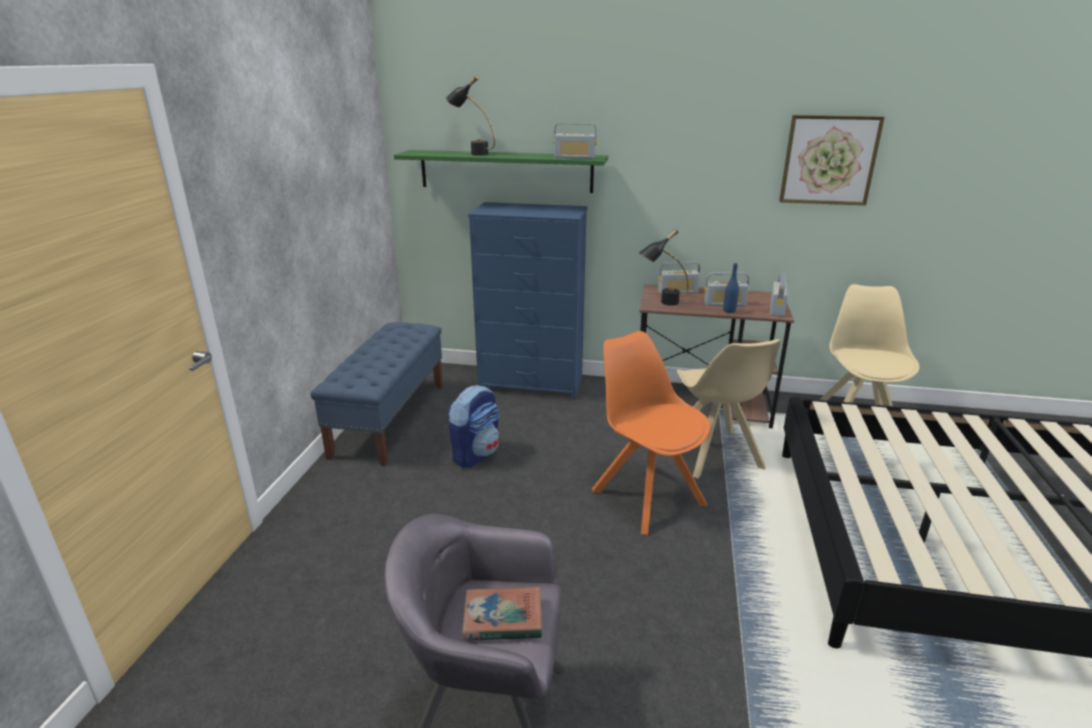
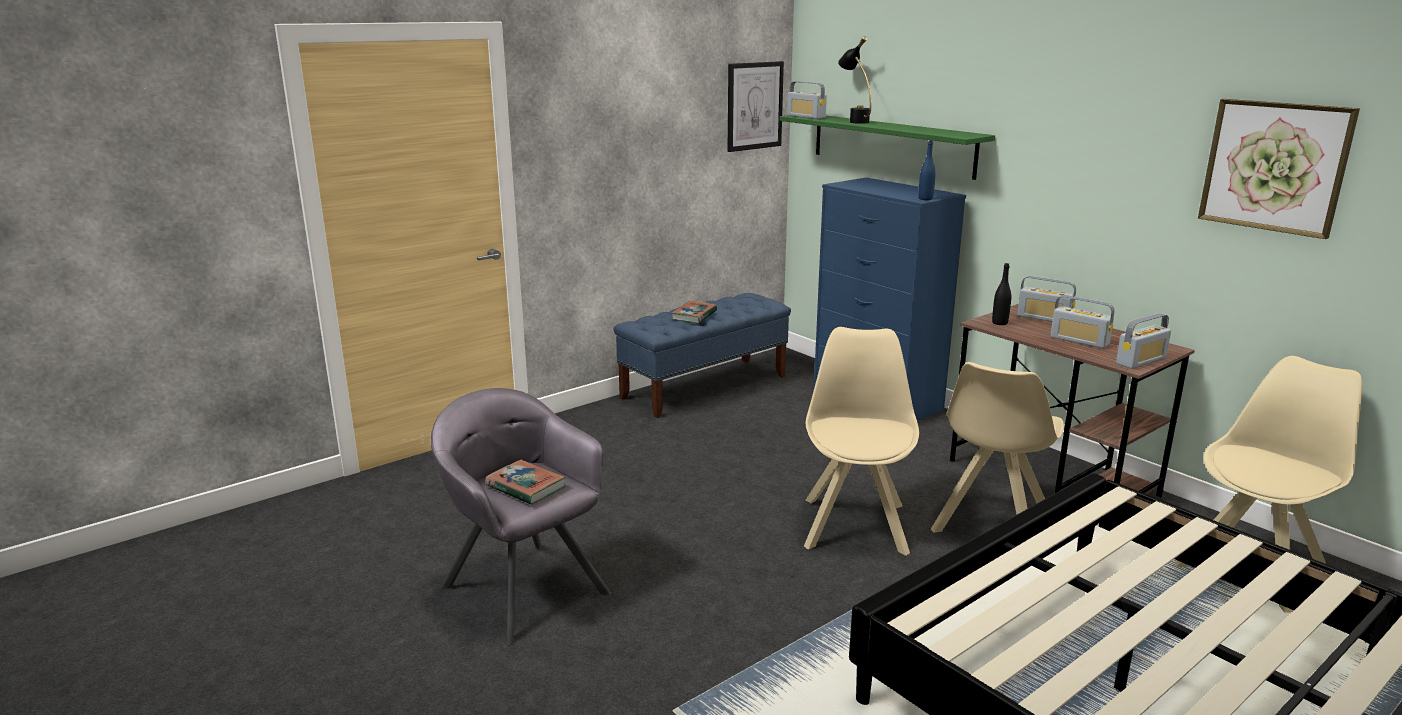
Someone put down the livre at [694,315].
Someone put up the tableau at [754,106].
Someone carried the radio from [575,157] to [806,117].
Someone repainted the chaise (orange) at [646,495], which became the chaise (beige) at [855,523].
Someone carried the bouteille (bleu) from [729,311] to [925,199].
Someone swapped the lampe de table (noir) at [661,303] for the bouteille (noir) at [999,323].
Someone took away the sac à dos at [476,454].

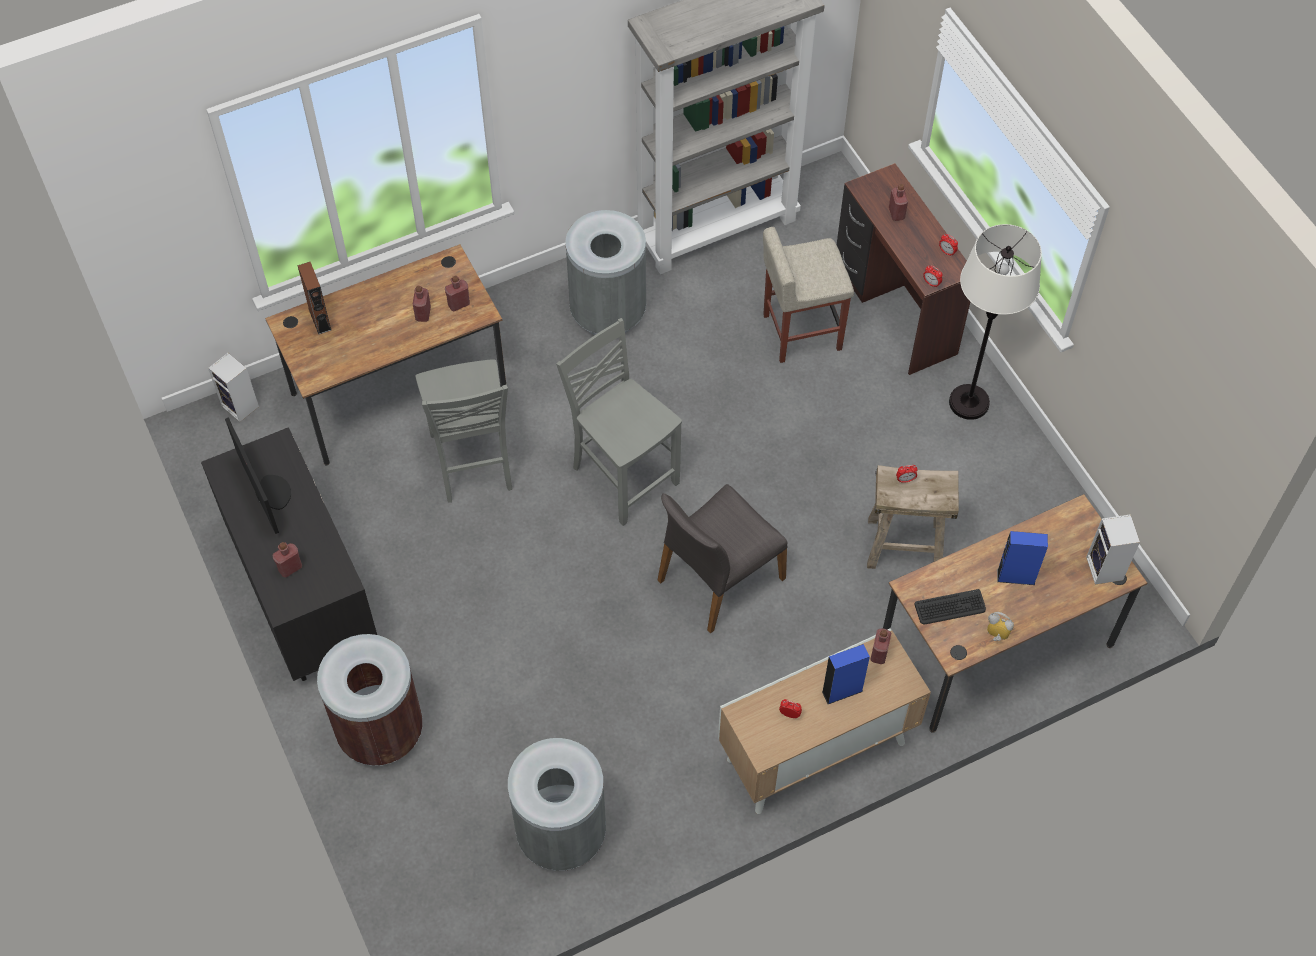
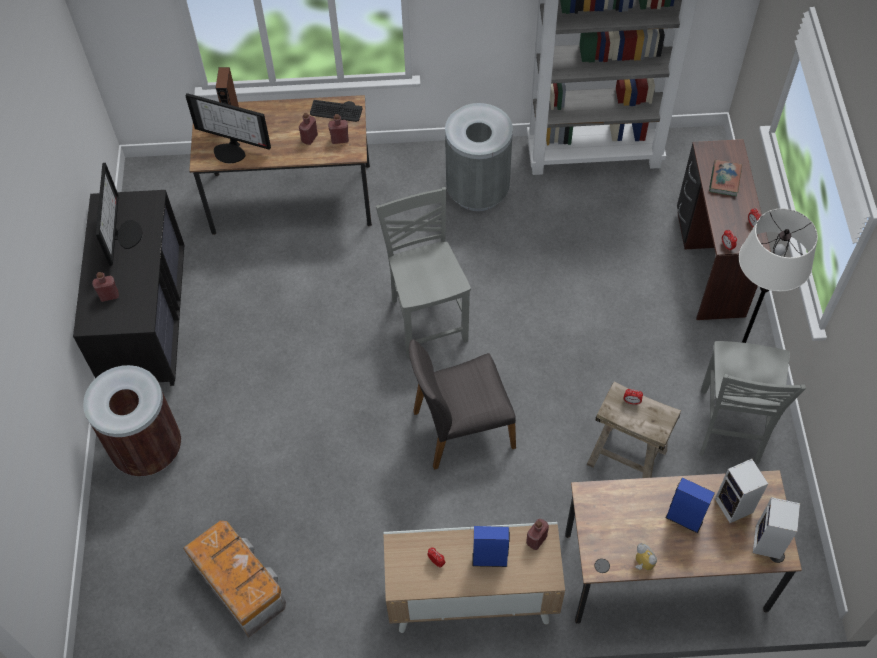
Someone swapped the poubelle (gris) at [561,833] for the boîte de rangement at [239,584].
Someone put down the écran d'ordinateur at [231,150].
Someone carried the clavier from [950,607] to [336,111].
Someone carried the chaise (gris) from [472,463] to [730,428].
Someone swapped the bouteille (rouge) at [896,213] for the livre at [724,180].
Someone carried the enceinte from [241,406] to [735,506].
Someone took away the tabouret (beige) at [800,332].

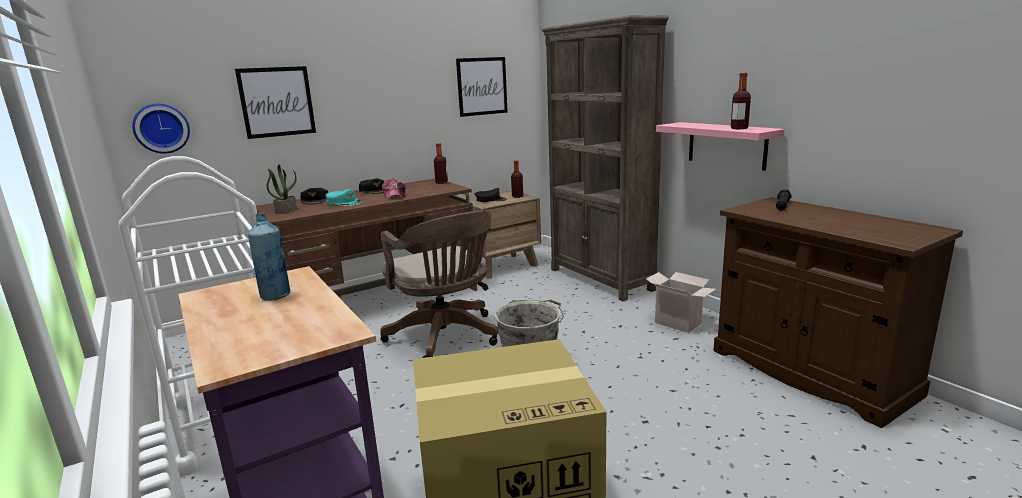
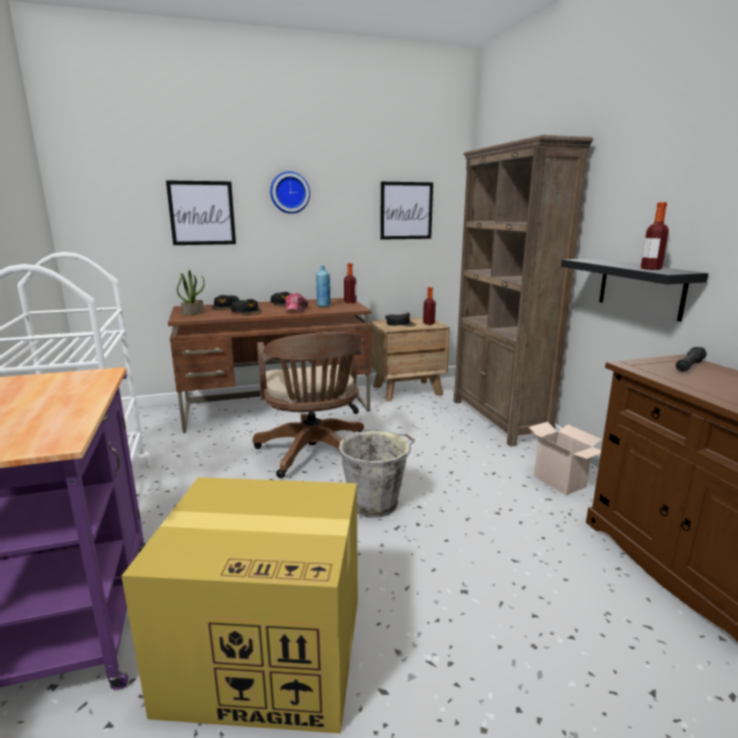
Someone repainted the casquette (turquoise) at [344,203], which became the casquette (noir) at [246,311].
Someone carried the horloge murale from [161,128] to [289,192].
Someone carried the bouteille (bleu) from [275,296] to [323,306].
Someone repainted the étagère (rose) at [726,145], which became the étagère (noir) at [640,288].

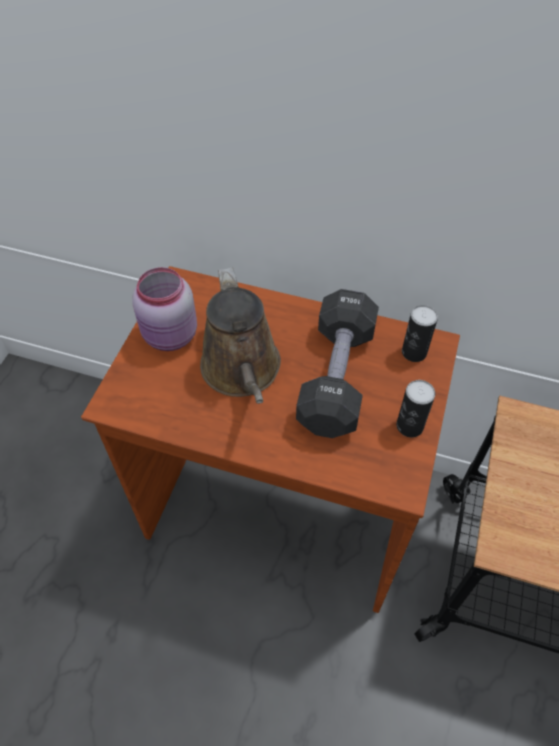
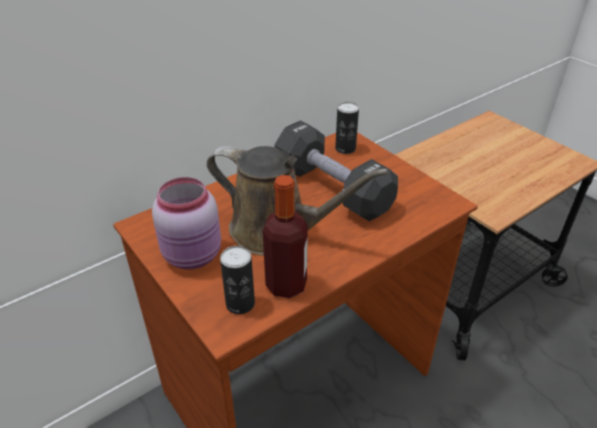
Someone carried the boîte métallique from [409,426] to [240,303].
Someone put down the bouteille at [286,285].

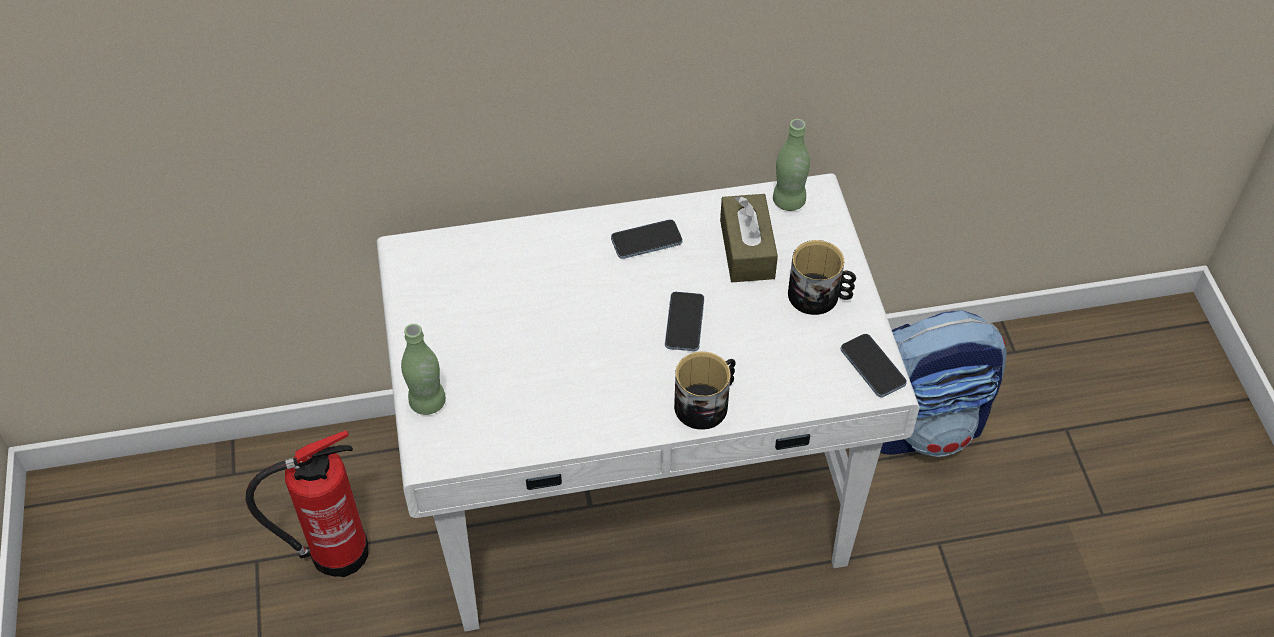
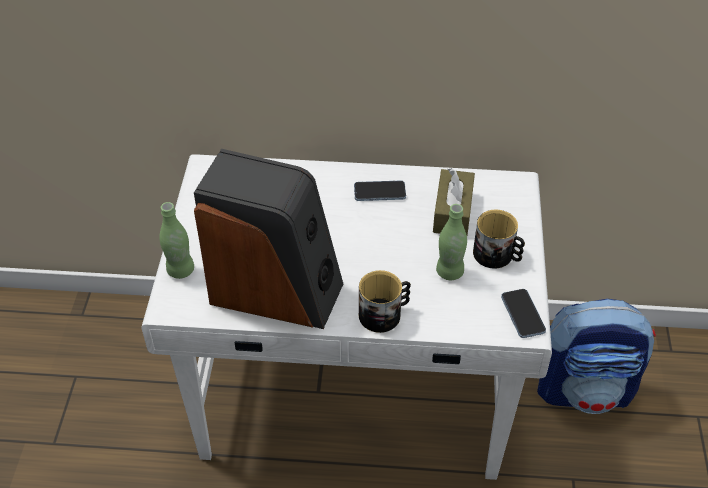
Someone put down the enceinte at [276,290].
Someone carried the bouteille (vert) from [788,201] to [449,272].
Someone took away the extincteur at [333,553].
Someone took away the téléphone at [684,323].

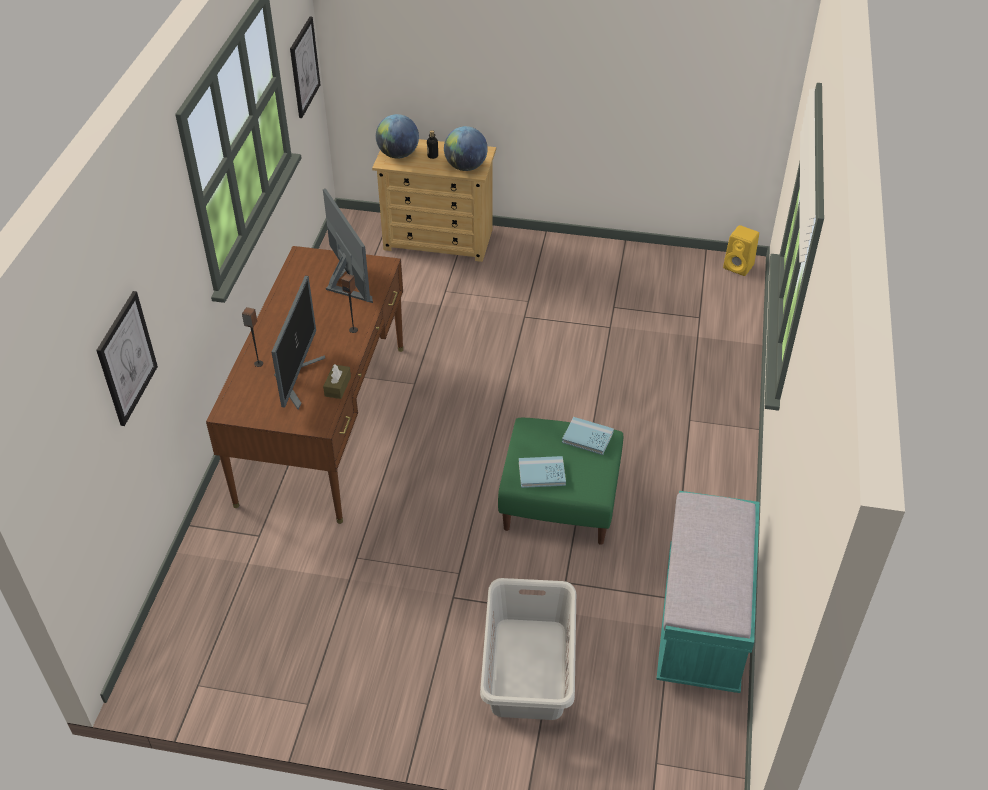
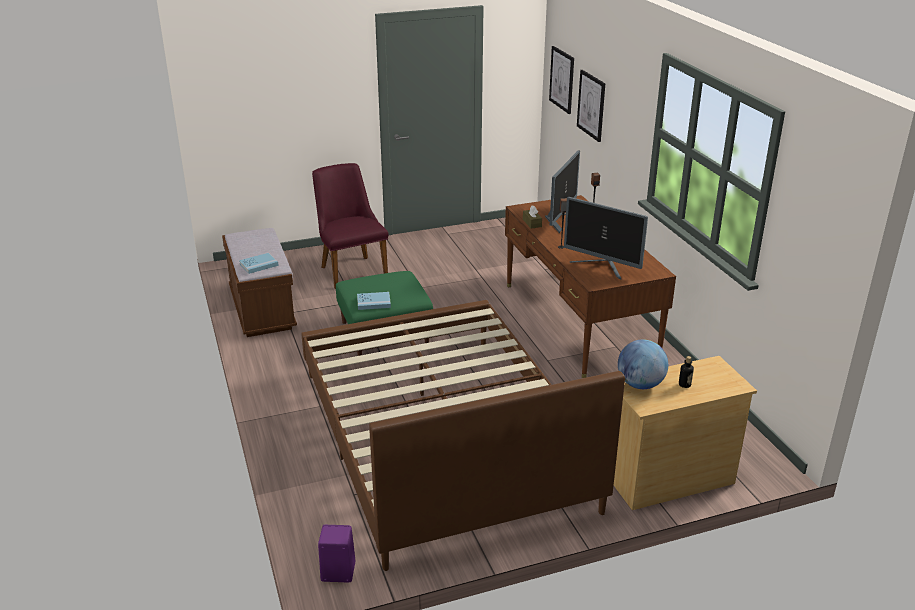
Someone repainted the banc (turquoise) at [702,621], which became the banc (marron) at [262,310].
Someone carried the livre (bleu) from [542,473] to [259,265].
Someone put down the lit (marron) at [441,438].
Someone swapped the panier à linge (gris) at [527,669] for the chaise (violet) at [350,269].
Someone repainted the enceinte (jaune) at [739,267], which became the enceinte (violet) at [336,572].
Someone rotated the écran d'ordinateur at [297,378] by 135 degrees counterclockwise.
Someone carried the tableau from [304,67] to [562,79].
Someone took away the globe at [398,154].

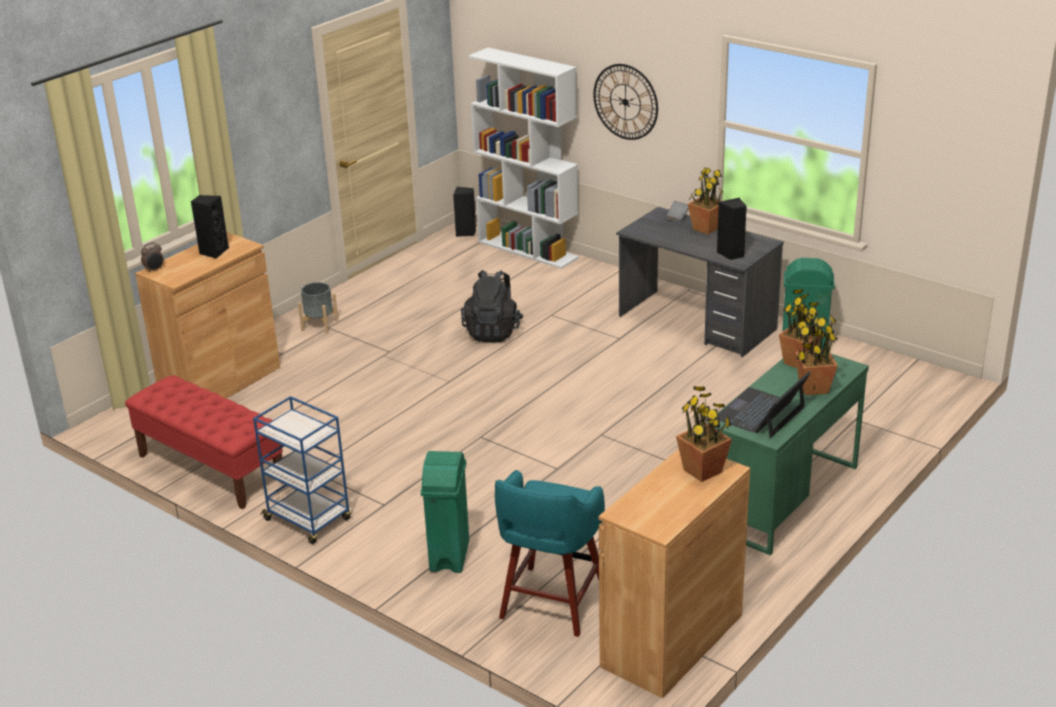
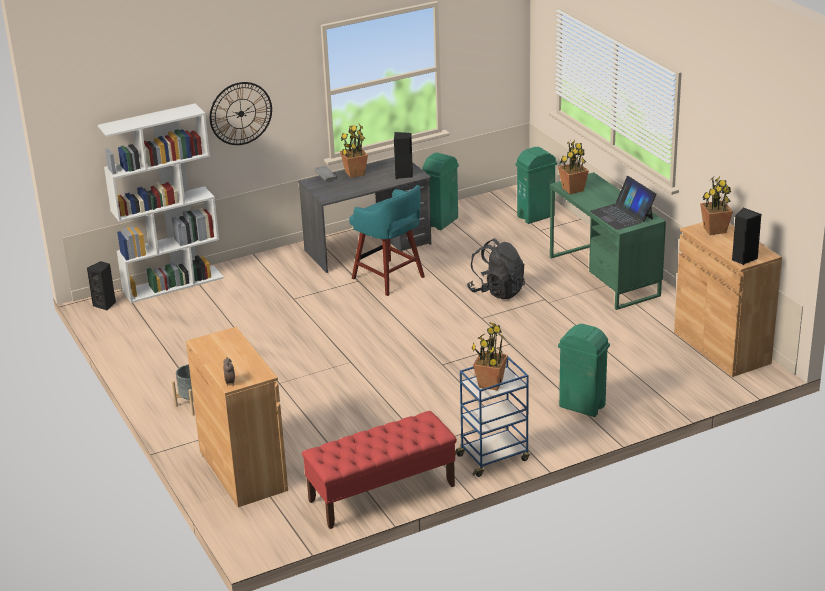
Someone carried the tabouret (turquoise) from [551,603] to [389,278].
Someone carried the sac à dos (noir) from [493,332] to [497,291].
Someone carried the plante en pot from [813,388] to [490,384].
Someone put down the poubelle (vert) at [536,216].
Someone carried the enceinte (noir) from [213,252] to [743,259].

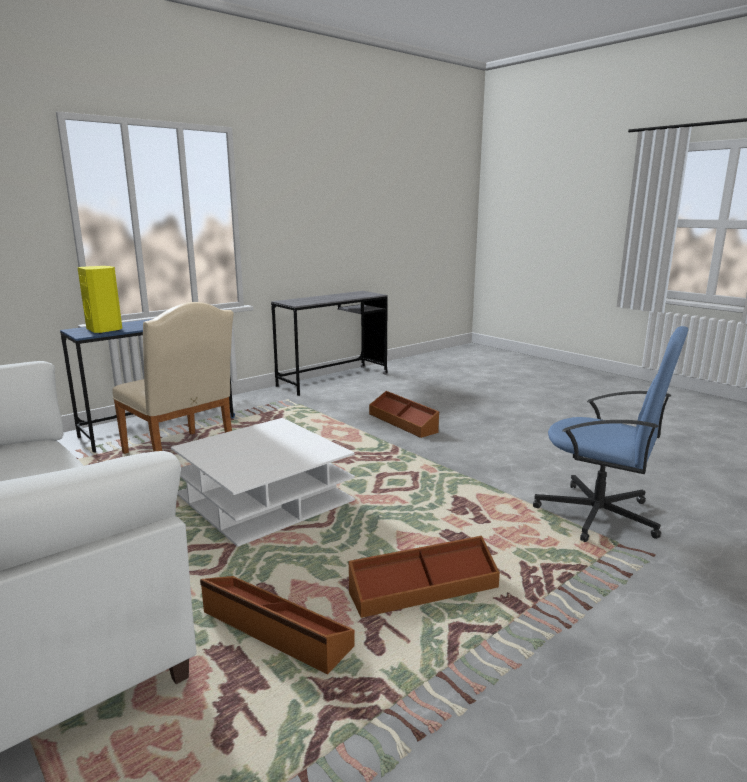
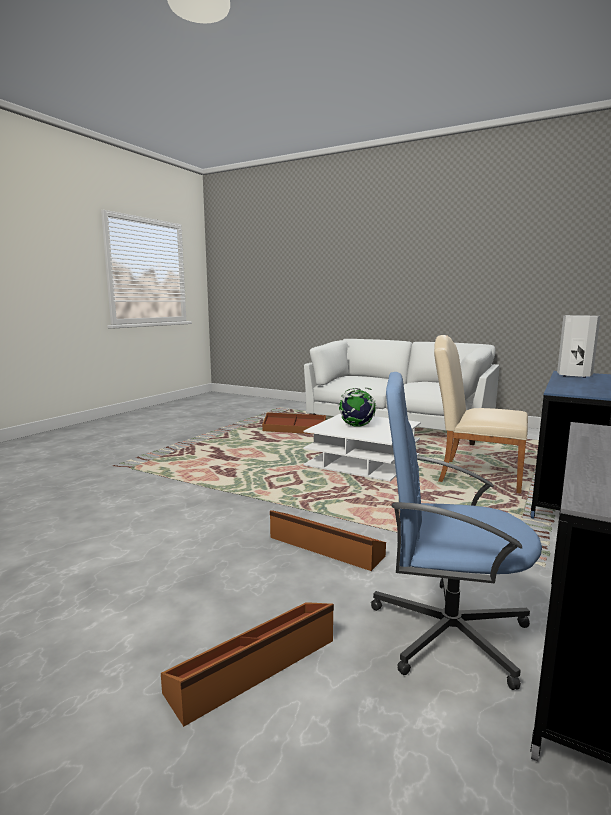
Someone carried the boîte de rangement (marron) from [423,590] to [254,666].
Someone put down the globe at [356,426].
Someone carried the chaise de bureau (bleu) from [599,515] to [446,631].
Someone repainted the enceinte (jaune) at [105,330], which became the enceinte (blanc) at [574,375].

